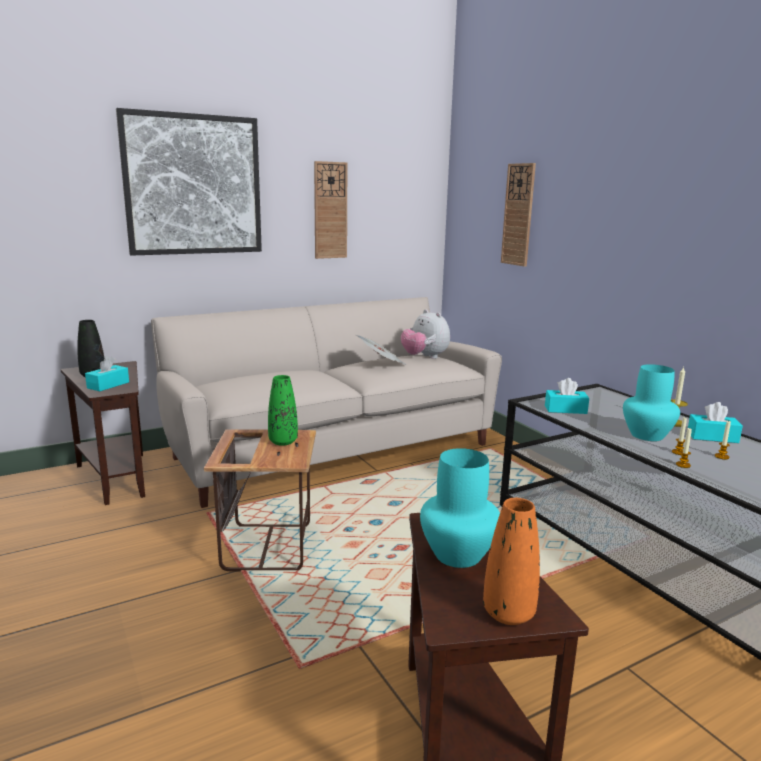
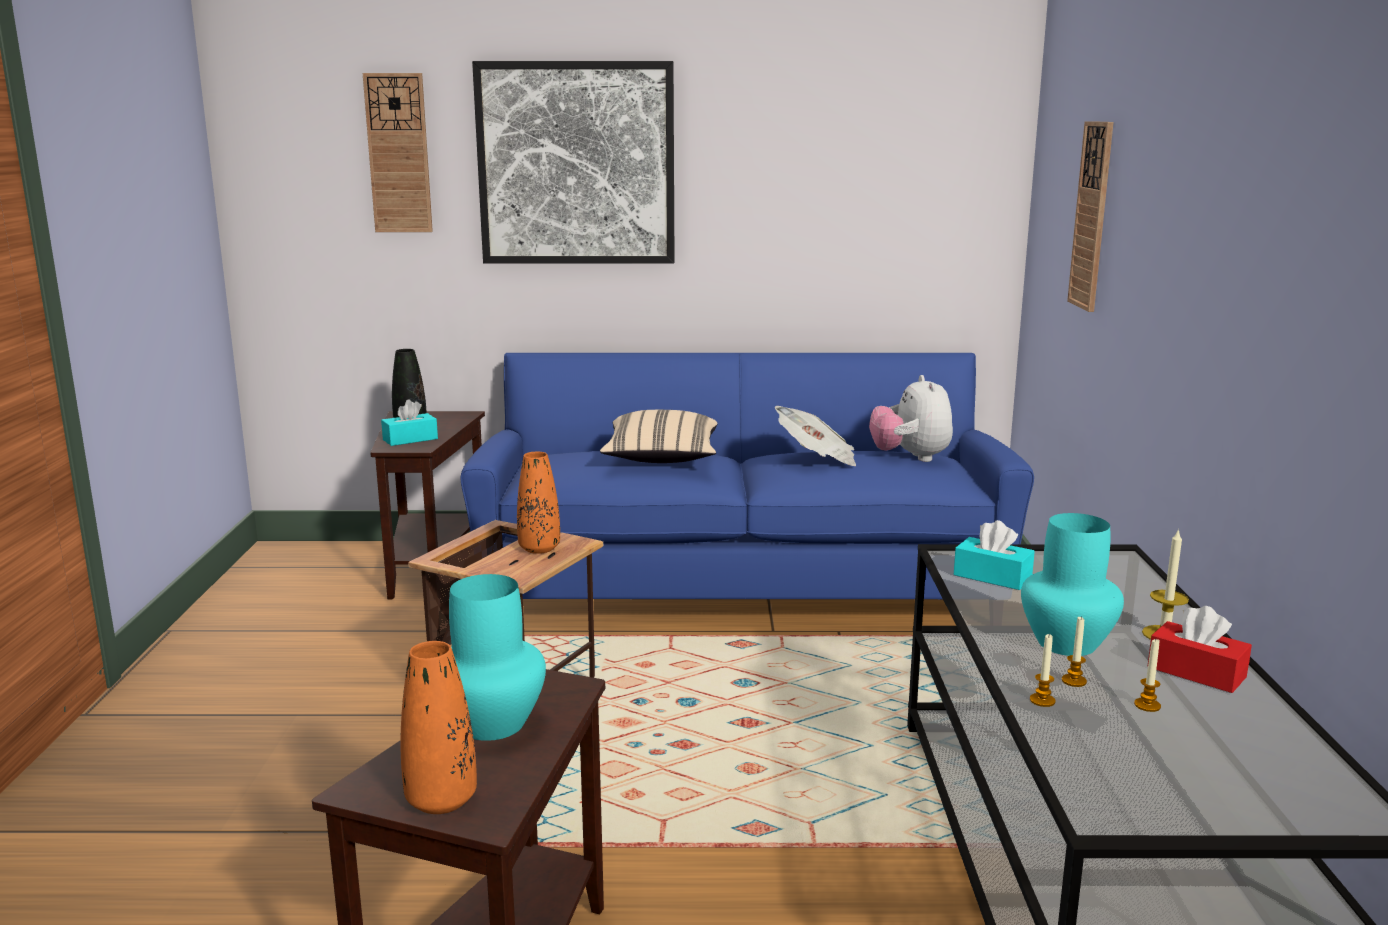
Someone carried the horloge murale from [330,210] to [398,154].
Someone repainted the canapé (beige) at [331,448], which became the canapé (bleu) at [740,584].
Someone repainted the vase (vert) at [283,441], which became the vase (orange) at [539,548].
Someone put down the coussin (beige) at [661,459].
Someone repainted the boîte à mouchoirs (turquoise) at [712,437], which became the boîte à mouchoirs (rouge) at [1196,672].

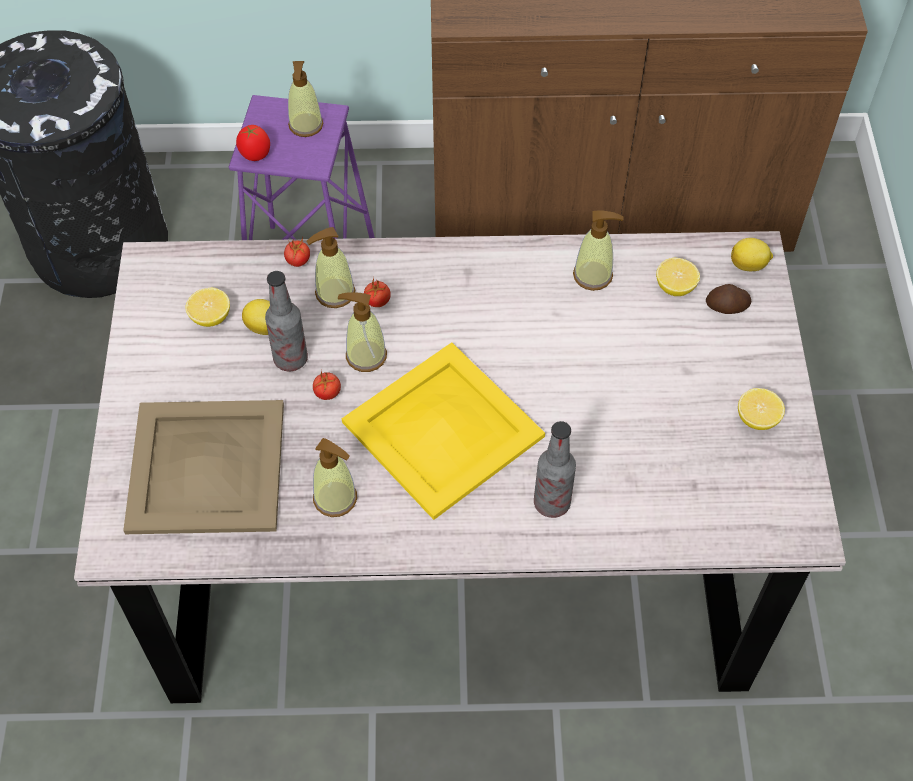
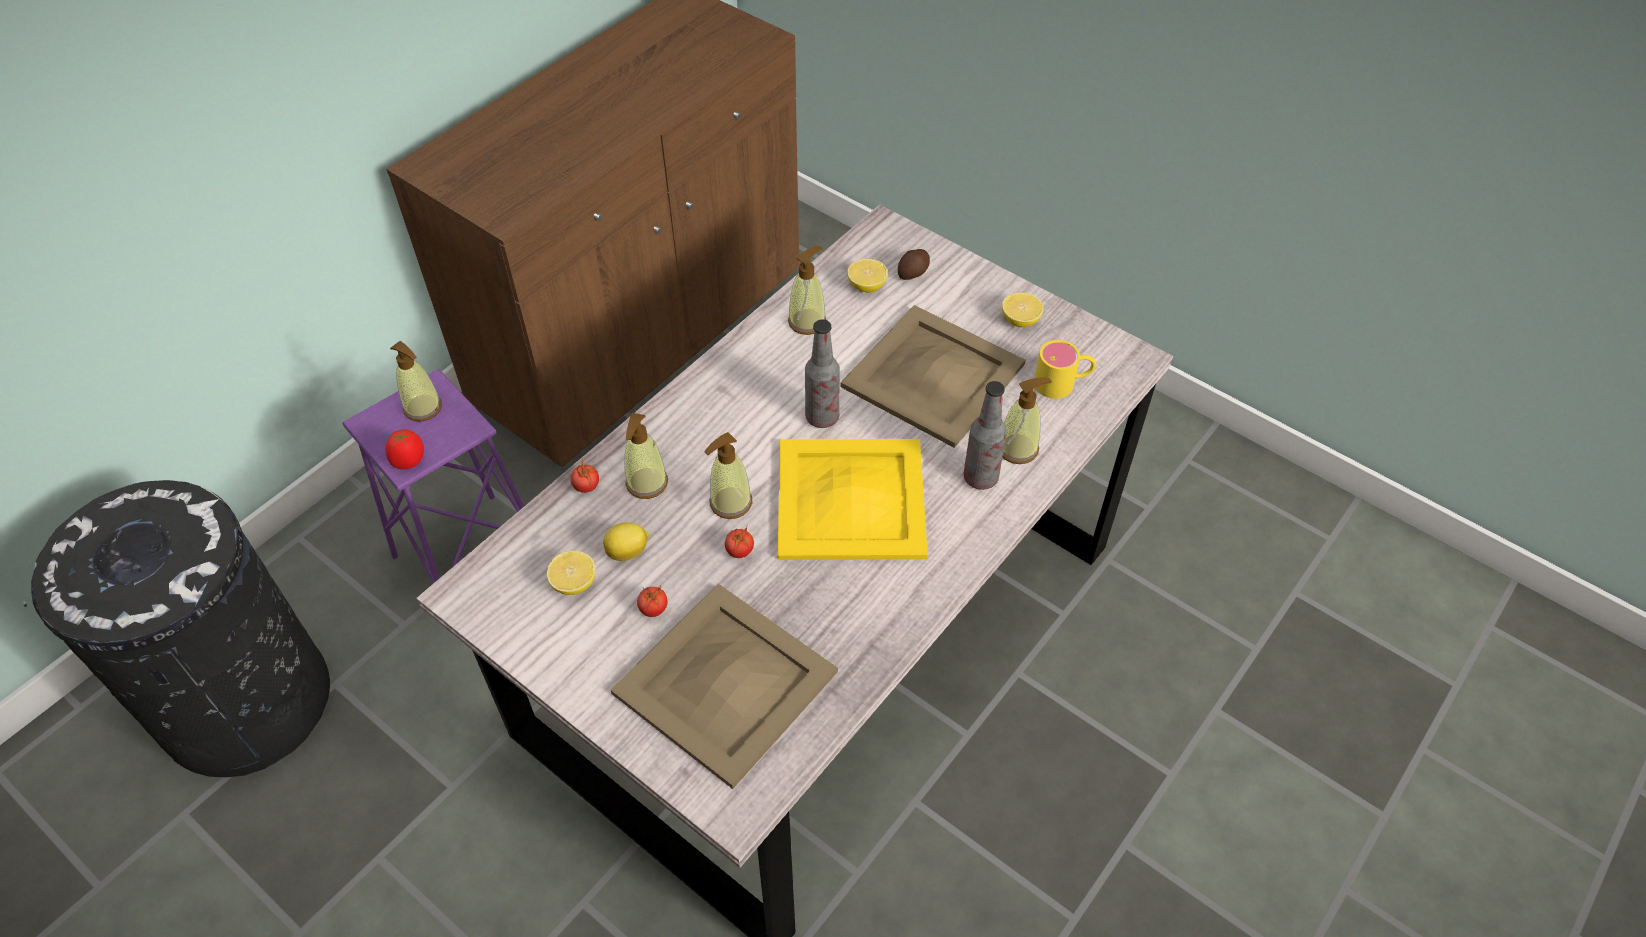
Someone carried the tomate from [377,302] to [653,609].
Someone carried the bouteille from [290,359] to [822,417].
Someone put down the plateau (beige) at [931,375].
Someone carried the distributeur de savon from [335,498] to [1018,448].
Someone put down the mug (jaune) at [1063,383].
Someone took away the citron at [749,265].

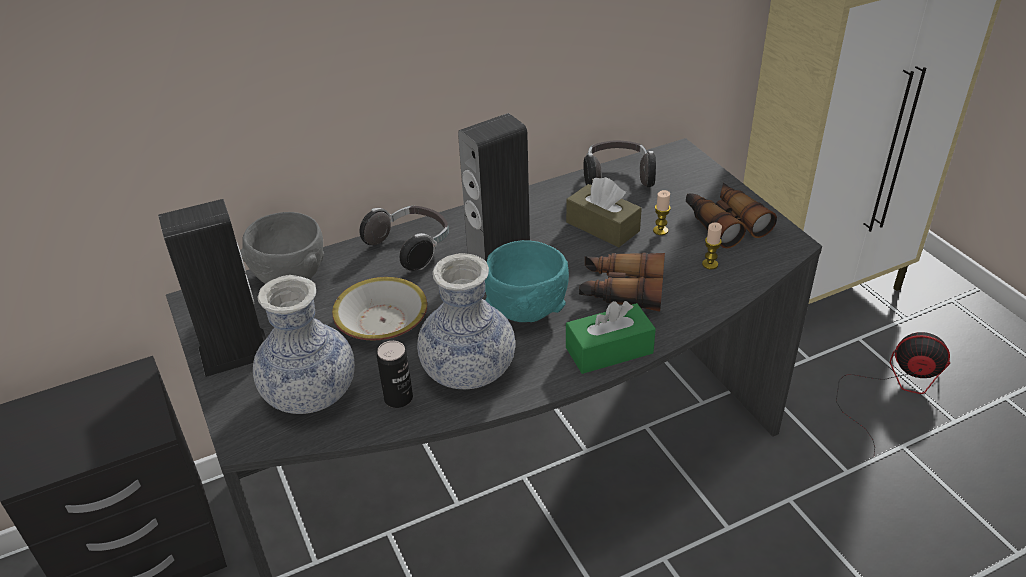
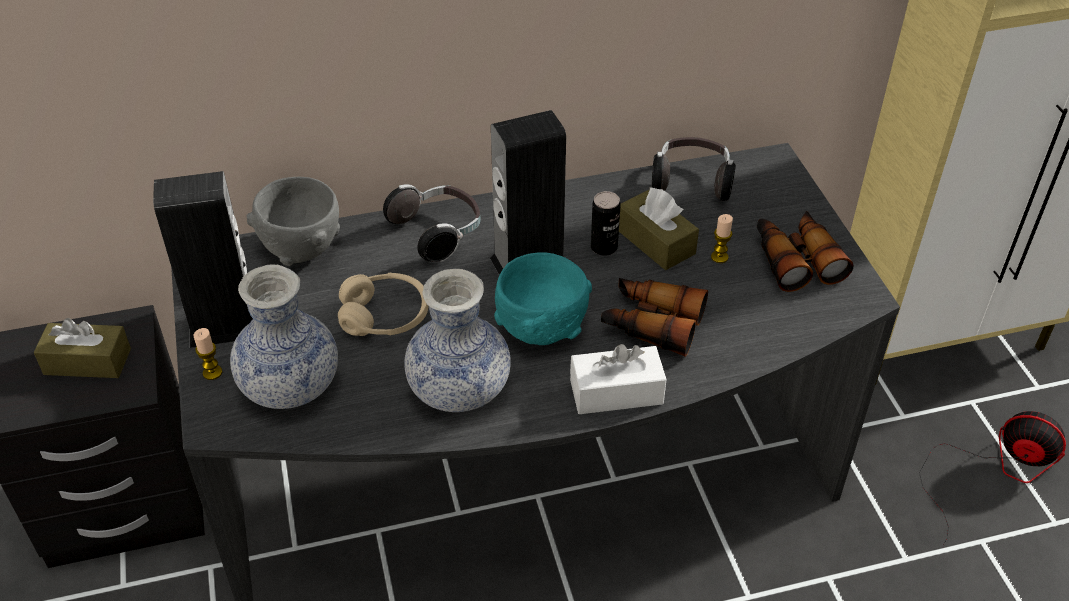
Someone put down the boîte à mouchoirs (marron) at [87,361].
Someone carried the bougie from [710,264] to [212,372].
Someone swapped the bol at [382,321] for the casque audio (beige) at [385,316].
Someone repainted the boîte à mouchoirs (vert) at [609,350], which became the boîte à mouchoirs (blanc) at [616,392].
Someone carried the boîte métallique from [398,398] to [604,247].

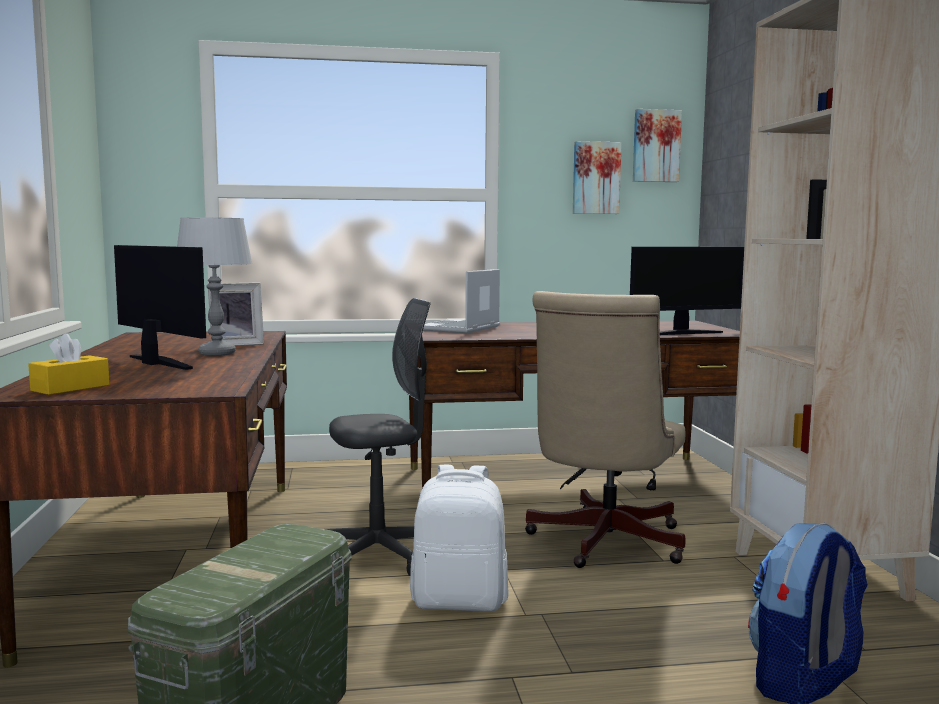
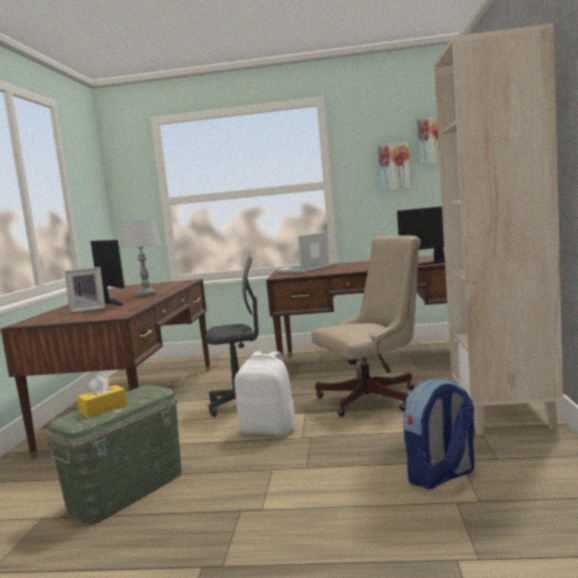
Someone carried the cadre photo from [236,344] to [88,309].
Someone carried the boîte à mouchoirs (jaune) from [70,388] to [103,409].
Someone rotated the chaise de bureau (beige) at [602,544] by 150 degrees counterclockwise.

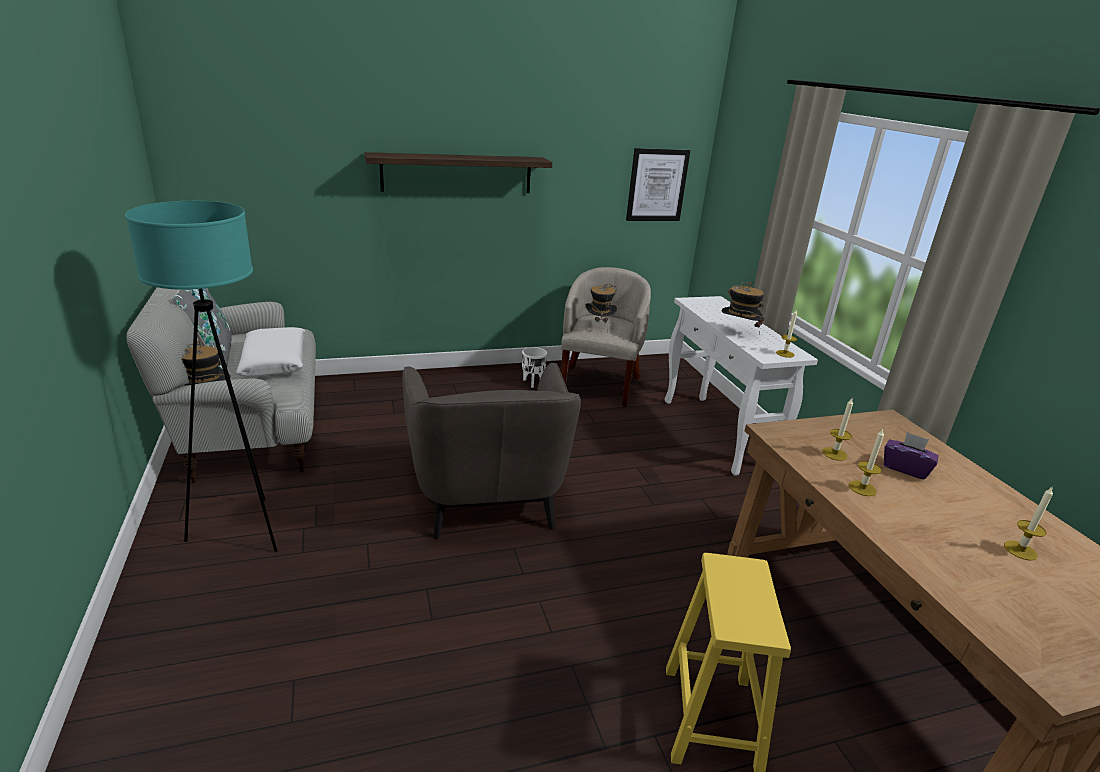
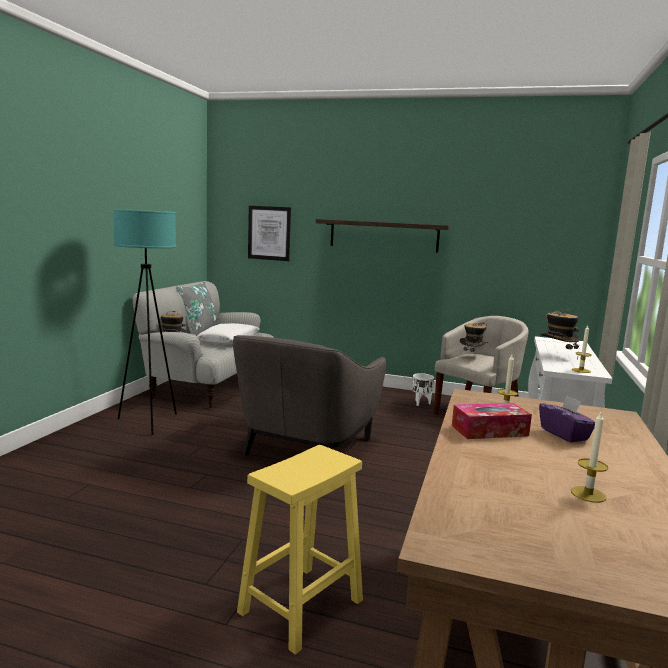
Someone carried the tableau from [657,185] to [269,233].
Someone swapped the bougie at [862,488] for the boîte à mouchoirs at [489,431].

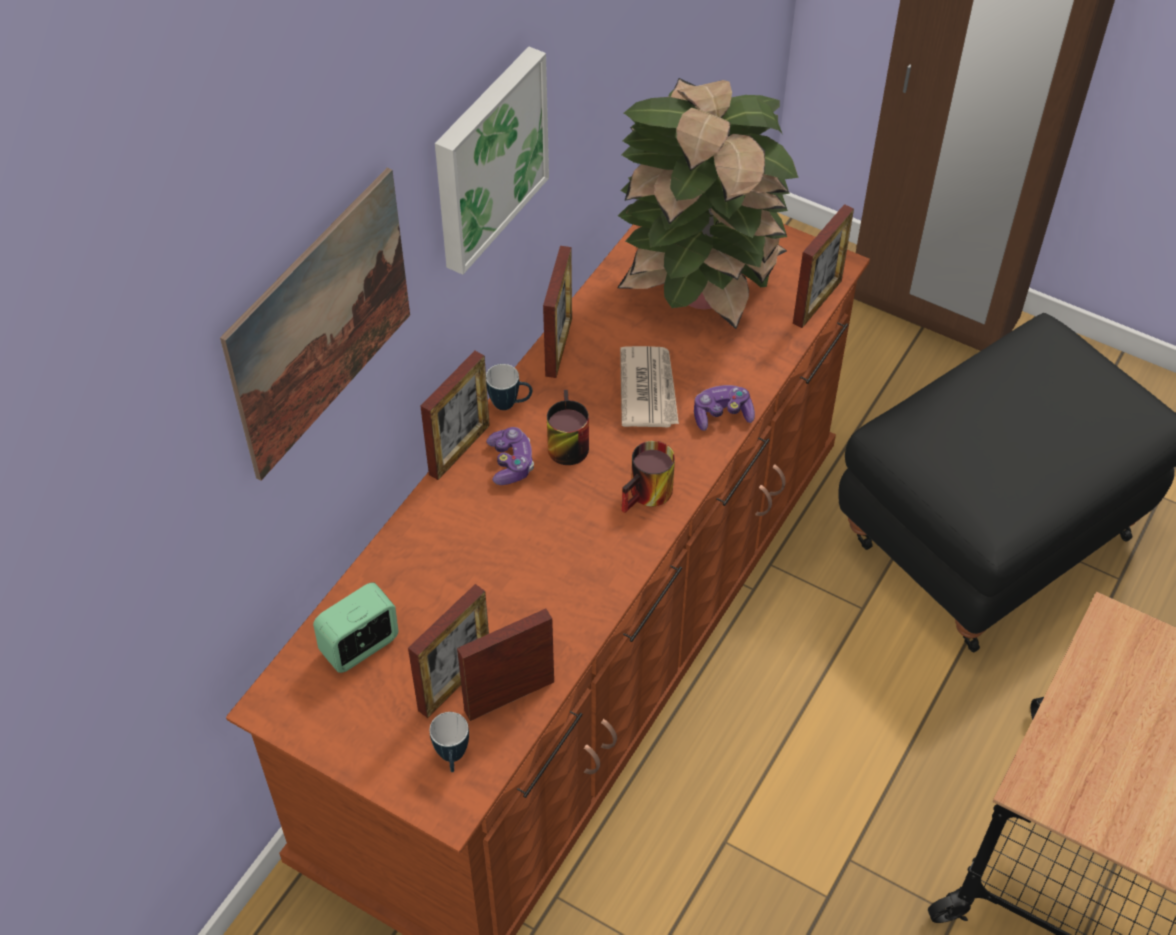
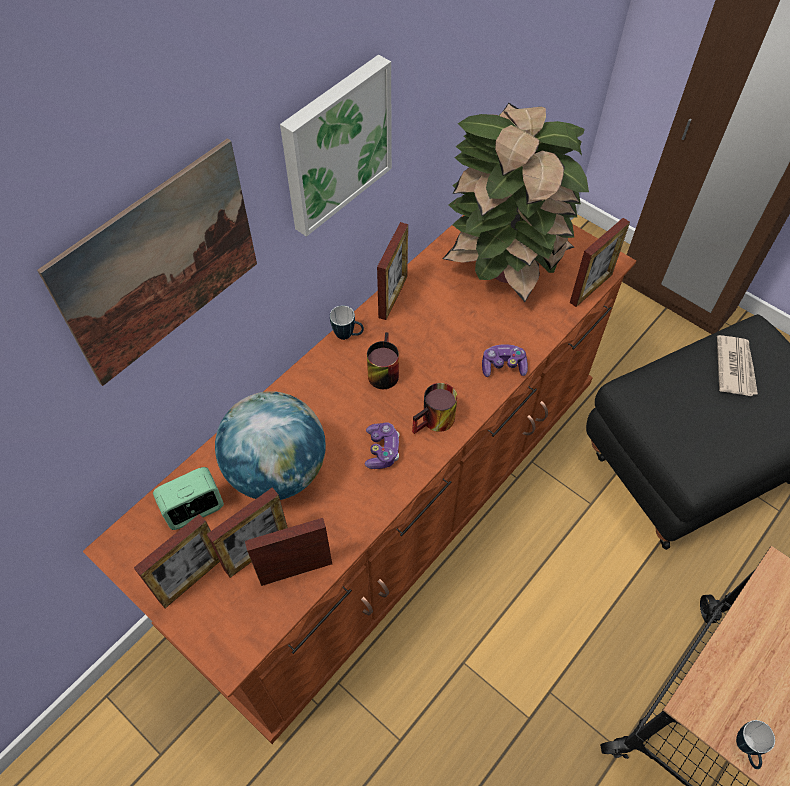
Someone carried the cadre photo from [459,450] to [191,579].
Someone put down the globe at [277,470].
Someone carried the manette from [511,463] to [382,450].
Someone carried the journal from [648,389] to [735,367].
Someone carried the mug from [452,759] to [746,749].

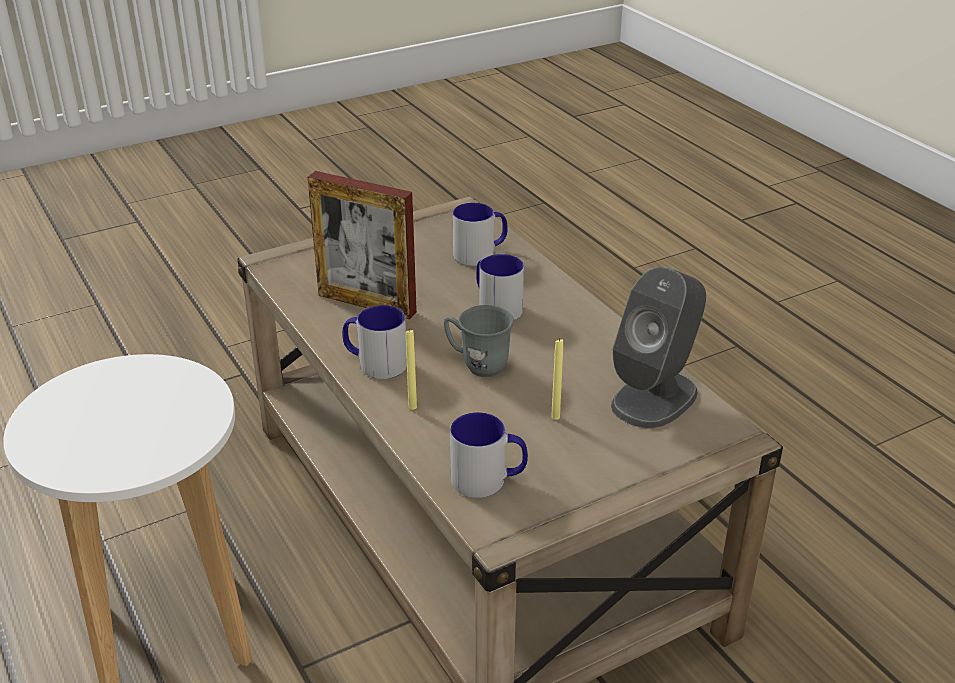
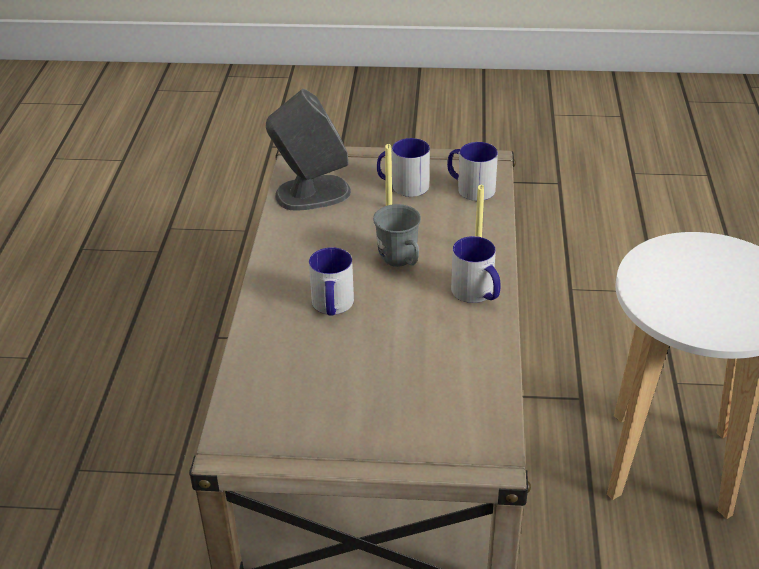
Someone carried the mug from [480,254] to [403,186].
Someone took away the cadre photo at [367,303].

